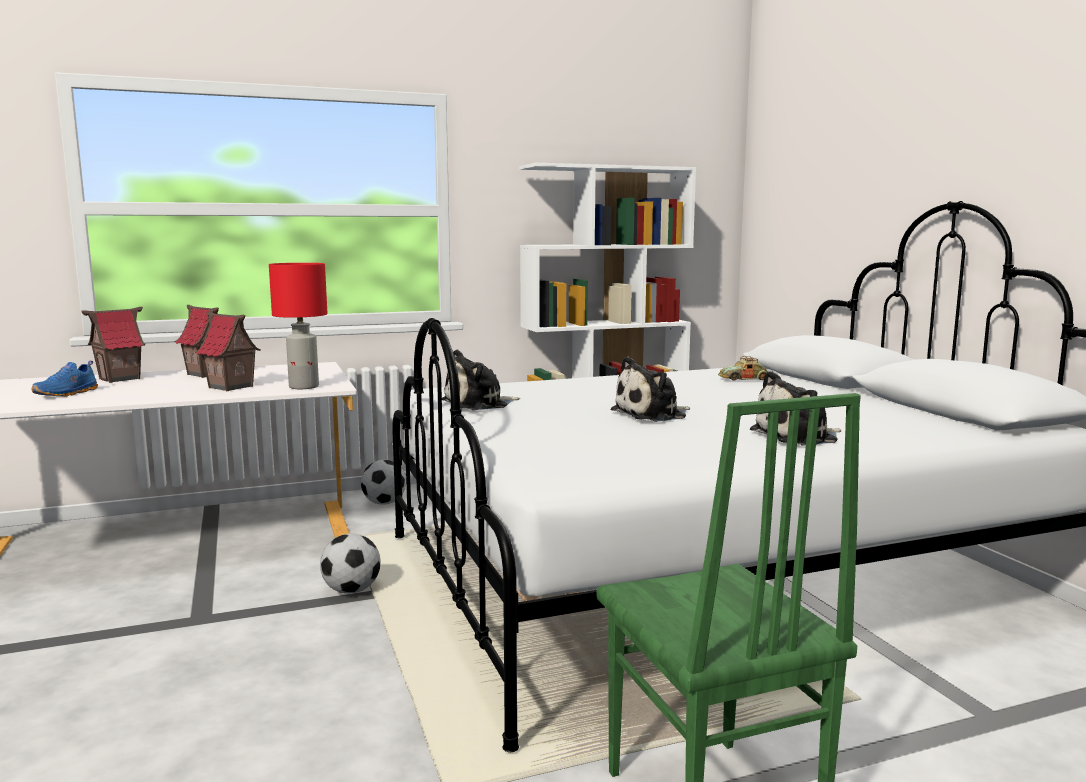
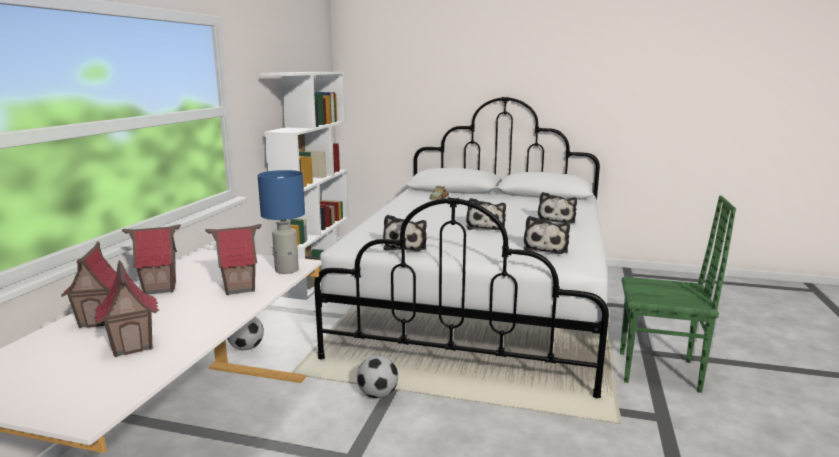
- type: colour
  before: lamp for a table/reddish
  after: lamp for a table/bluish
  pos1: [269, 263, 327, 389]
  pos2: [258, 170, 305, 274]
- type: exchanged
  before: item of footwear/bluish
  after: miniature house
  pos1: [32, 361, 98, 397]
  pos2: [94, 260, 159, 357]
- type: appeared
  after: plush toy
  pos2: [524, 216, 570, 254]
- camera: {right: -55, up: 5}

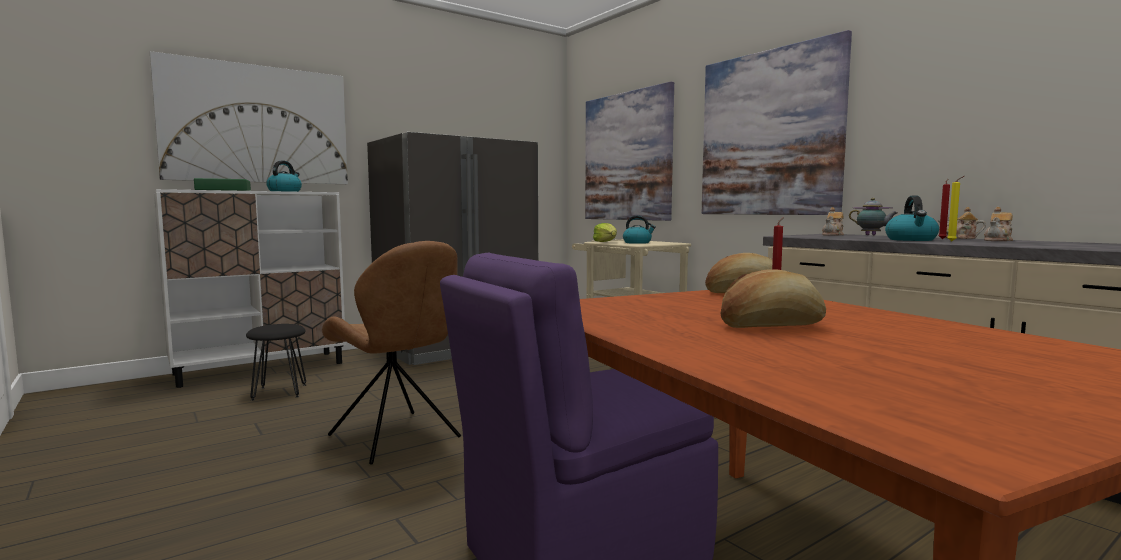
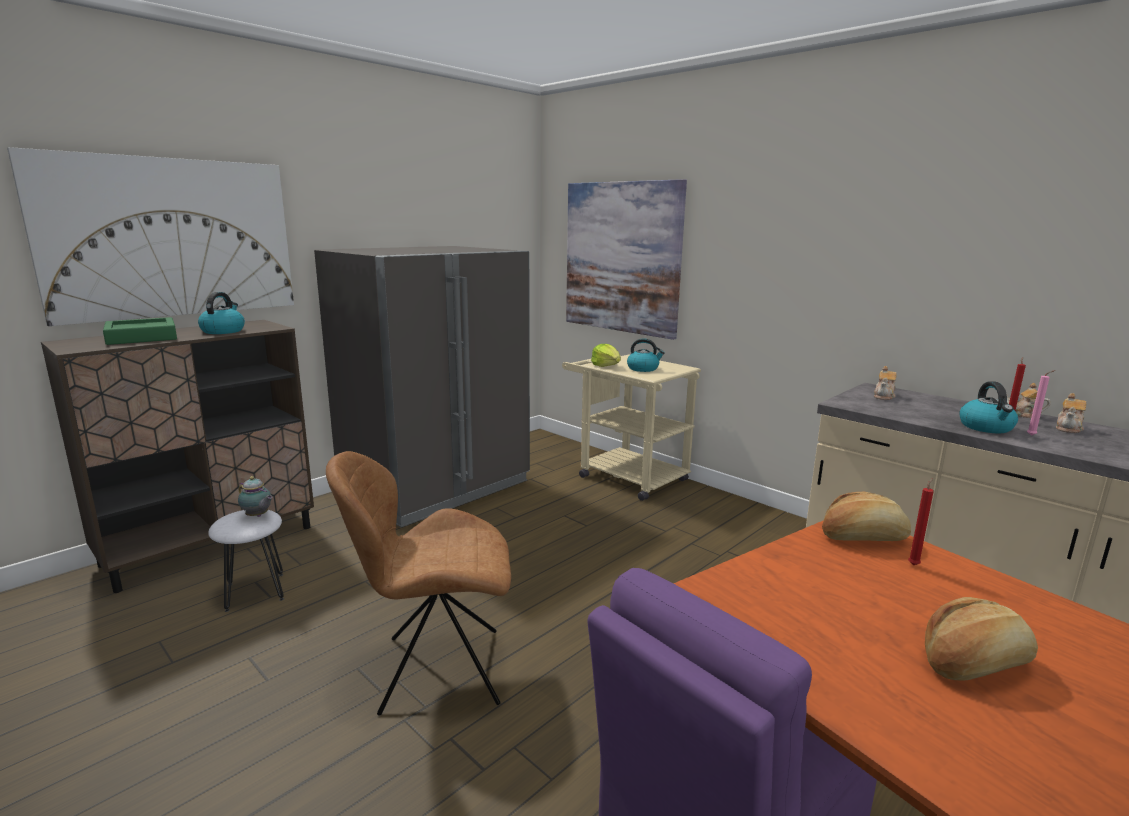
- type: missing
  before: wall art
  pos1: [702, 30, 852, 215]
- type: colour
  before: candle/yellow
  after: candle/pink-coloured
  pos1: [947, 176, 964, 241]
  pos2: [1027, 370, 1056, 436]
- type: colour
  before: cabinet/whitish
  after: cabinet/brown-coloured
  pos1: [154, 189, 346, 388]
  pos2: [41, 320, 314, 593]
- type: relocated
  before: teapot
  pos1: [849, 198, 898, 235]
  pos2: [238, 476, 273, 517]
- type: spun
  before: upright chair/brown-coloured
  pos1: [322, 241, 461, 465]
  pos2: [326, 451, 511, 716]
  turn: 135
- type: colour
  before: sitting stool/black
  after: sitting stool/whitish
  pos1: [246, 324, 306, 401]
  pos2: [208, 510, 284, 612]
- camera: {right: -10, up: 10}

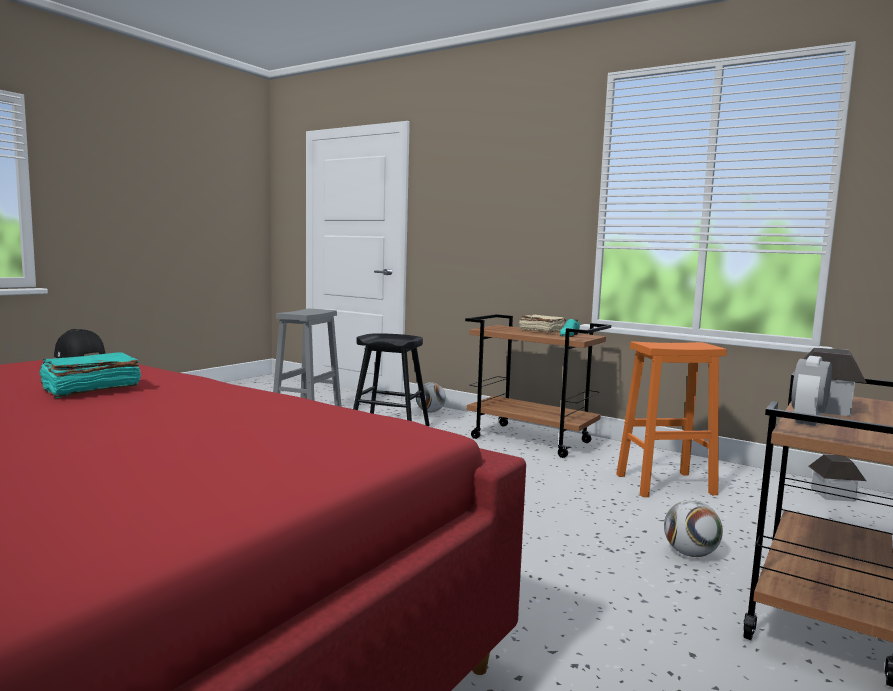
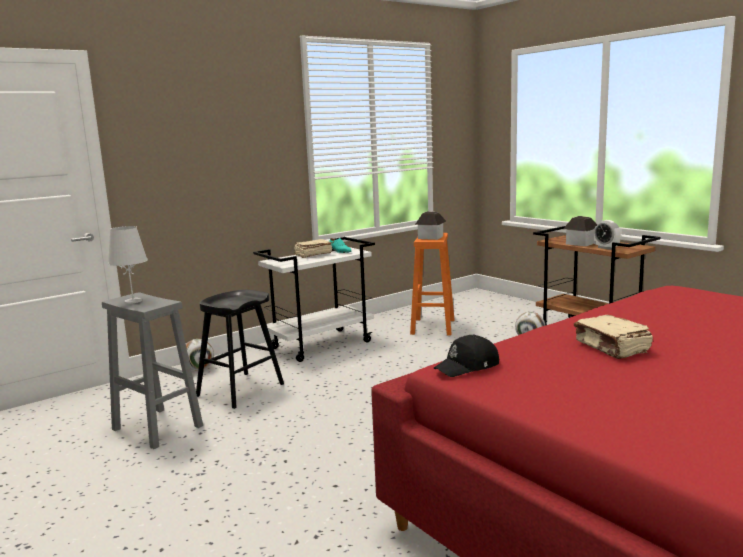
- type: colour
  before: wheeled cart/brown-coloured
  after: wheeled cart/whitish
  pos1: [465, 314, 611, 458]
  pos2: [253, 237, 375, 362]
- type: colour
  before: volume/turquoise
  after: volume/sand-coloured
  pos1: [39, 352, 141, 398]
  pos2: [574, 315, 653, 359]
- type: relocated
  before: miniature house
  pos1: [808, 455, 866, 502]
  pos2: [415, 211, 446, 240]
- type: appeared
  after: lamp for a table/whitish
  pos2: [108, 226, 148, 304]
- camera: {right: -70, up: 5}

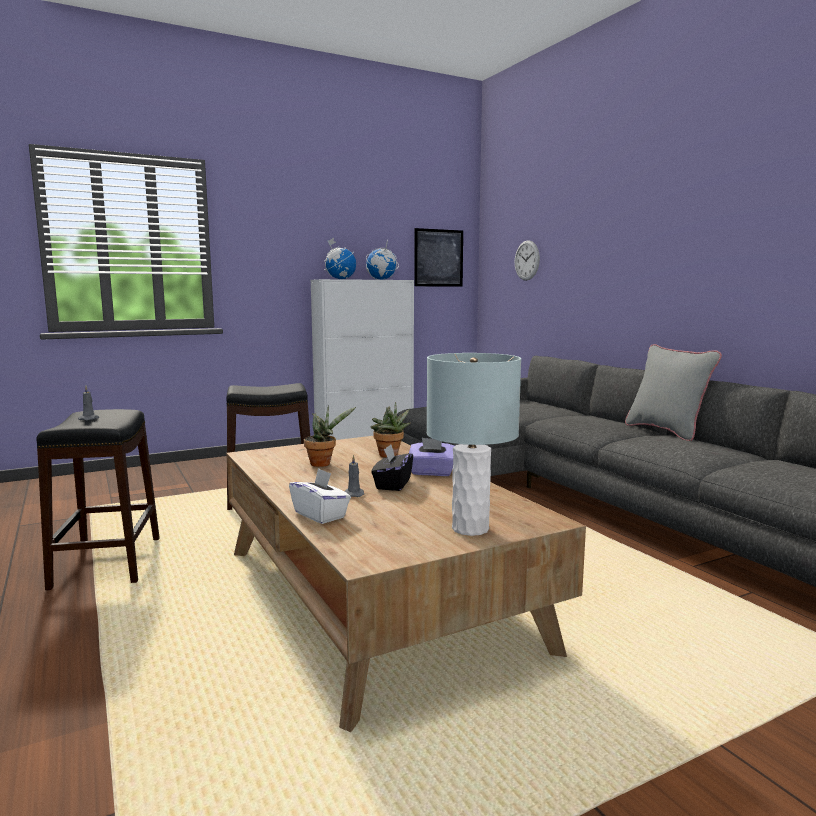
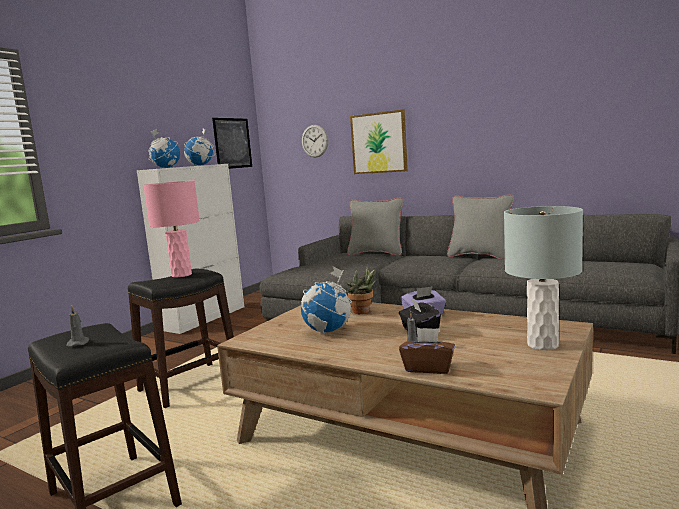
- type: exchanged
  before: houseplant
  after: desk globe
  pos1: [304, 405, 356, 467]
  pos2: [301, 266, 353, 333]
- type: colour
  before: box of tissues/whitish
  after: box of tissues/brown-coloured
  pos1: [289, 468, 351, 524]
  pos2: [399, 328, 455, 374]
- type: appeared
  after: wall art
  pos2: [350, 109, 408, 174]
- type: appeared
  after: lamp for a table/pink-coloured
  pos2: [143, 181, 200, 277]
- type: appeared
  after: throw pillow/gray
  pos2: [347, 198, 404, 256]
- camera: {right: -30, up: 0}

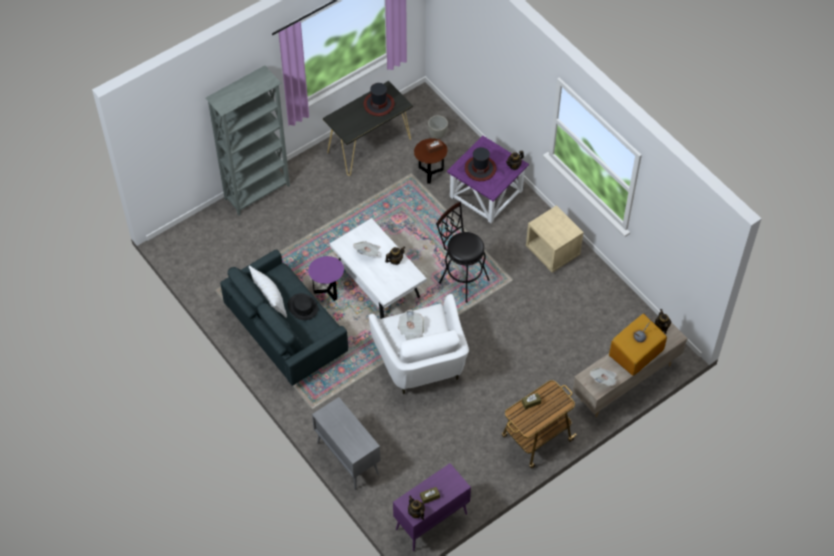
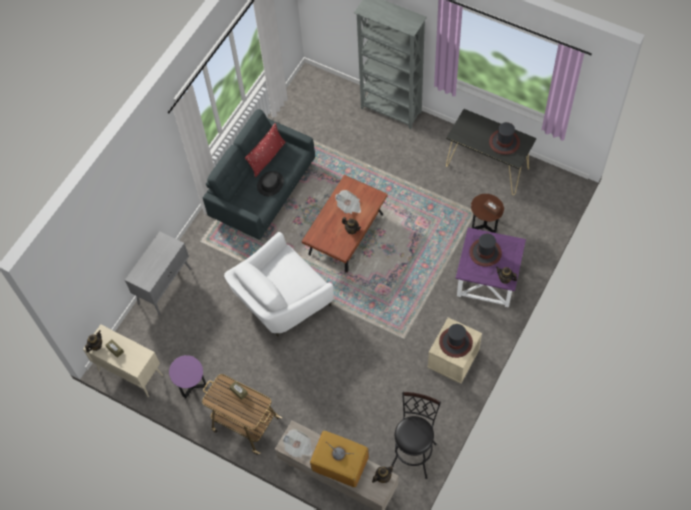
- type: missing
  before: planter/gray
  pos1: [428, 115, 448, 139]
- type: relocated
  before: sitting stool/black
  pos1: [436, 201, 490, 303]
  pos2: [391, 392, 441, 479]
- type: colour
  before: lounge table/whitish
  after: lounge table/brown-coloured
  pos1: [329, 218, 427, 319]
  pos2: [302, 175, 388, 273]
- type: relocated
  before: accent table/purplish
  pos1: [308, 256, 344, 301]
  pos2: [169, 355, 206, 398]
- type: colour
  before: throw pillow/whitish
  after: throw pillow/reddish
  pos1: [249, 265, 287, 318]
  pos2: [245, 123, 286, 177]
- type: missing
  before: newspaper
  pos1: [398, 310, 424, 340]
- type: colour
  before: cabinet/purplish
  after: cabinet/sand-coloured
  pos1: [393, 463, 471, 551]
  pos2: [83, 324, 163, 397]
- type: appeared
  after: hat
  pos2: [439, 324, 473, 358]
- camera: {right: 70, up: 5}

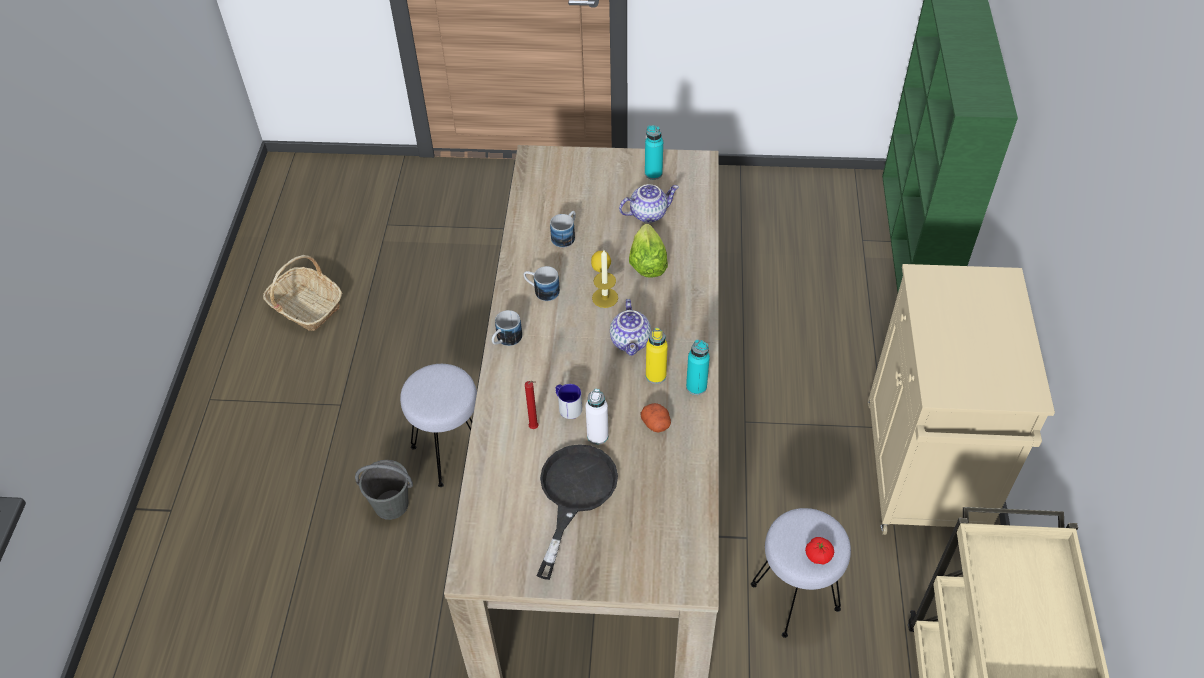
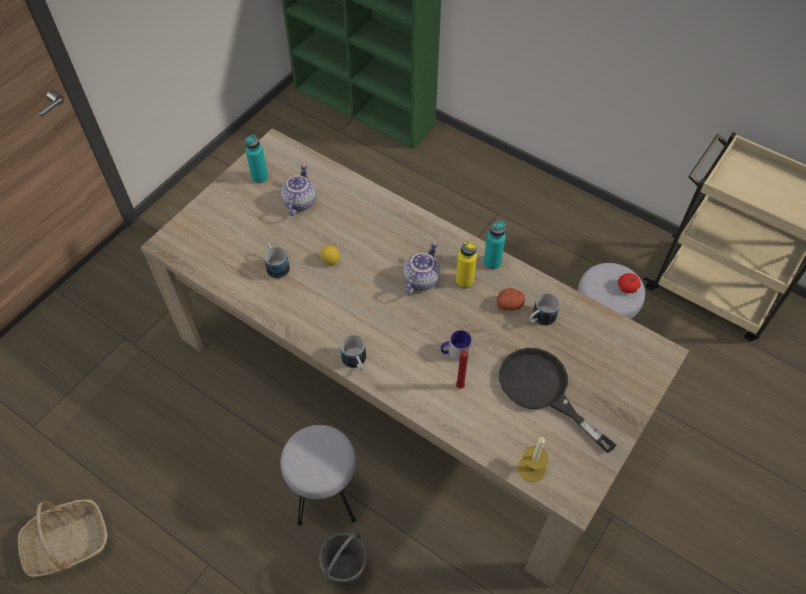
- type: missing
  before: lettuce head
  pos1: [629, 224, 668, 278]
- type: relocated
  before: candle
  pos1: [592, 250, 618, 308]
  pos2: [518, 437, 548, 482]
- type: missing
  before: cabinet/sand-coloured
  pos1: [868, 264, 1055, 535]
- type: relocated
  before: coffee mug
  pos1: [524, 266, 560, 301]
  pos2: [529, 293, 560, 326]
- type: spun
  before: teapot
  pos1: [610, 299, 651, 356]
  pos2: [403, 242, 440, 295]
  turn: -90
- type: missing
  before: bottle/whitish
  pos1: [586, 389, 608, 445]
- camera: {right: -60, up: 5}

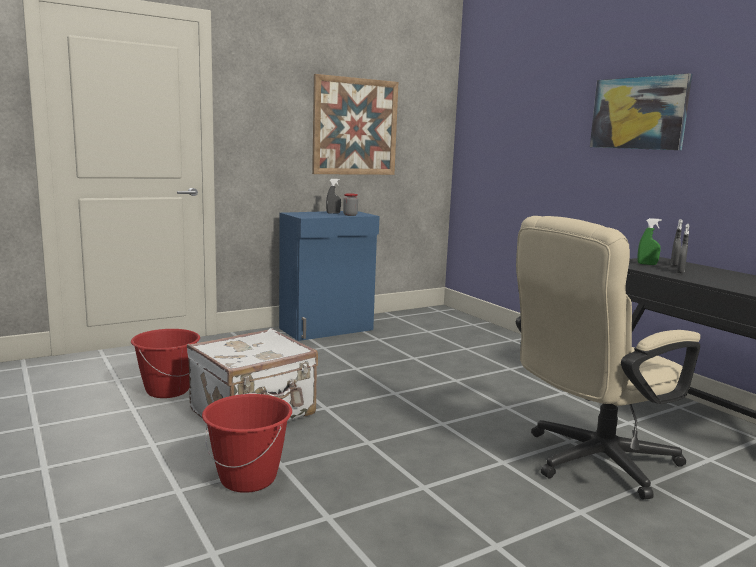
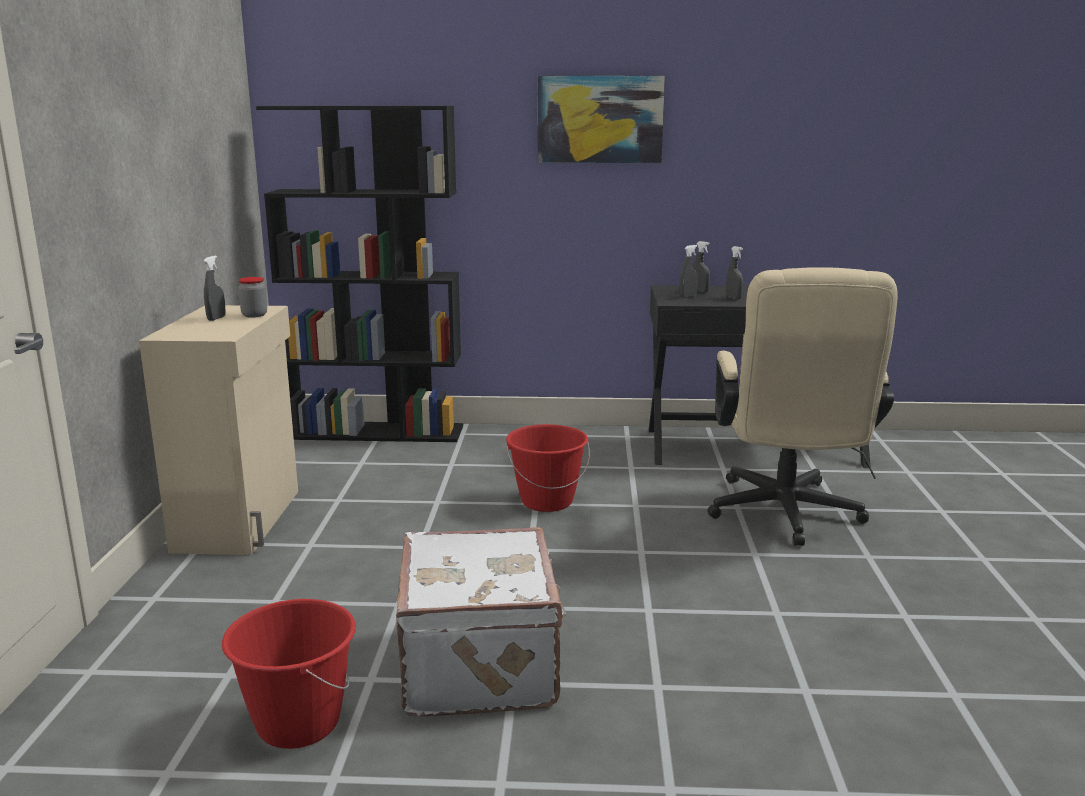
- type: missing
  before: wall art
  pos1: [312, 74, 398, 175]
- type: colour
  before: cabinet/bluish
  after: cabinet/sand-coloured
  pos1: [279, 211, 379, 341]
  pos2: [139, 305, 298, 555]
- type: colour
  before: sprayer/green
  after: sprayer/gray
  pos1: [638, 218, 662, 265]
  pos2: [680, 245, 698, 298]
- type: relocated
  before: bucket/reddish
  pos1: [202, 394, 292, 493]
  pos2: [506, 424, 590, 512]
- type: appeared
  after: bookcase/black
  pos2: [256, 106, 463, 442]
- camera: {right: -55, up: 5}

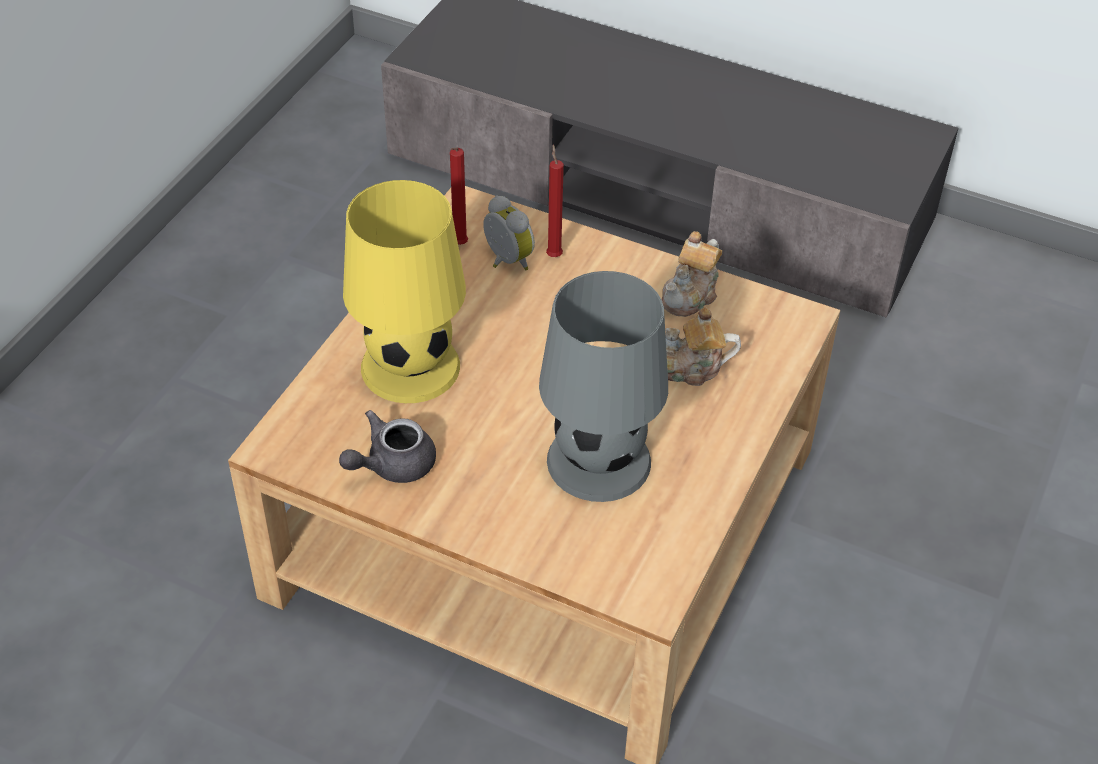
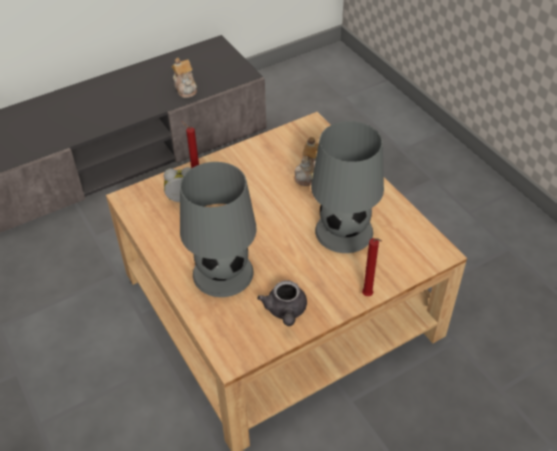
- type: relocated
  before: candle/reddish
  pos1: [450, 147, 468, 245]
  pos2: [362, 238, 382, 296]
- type: colour
  before: lamp for a table/yellow
  after: lamp for a table/gray
  pos1: [343, 180, 466, 403]
  pos2: [180, 162, 257, 297]
- type: relocated
  before: teapot
  pos1: [662, 231, 722, 317]
  pos2: [172, 58, 197, 98]
- camera: {right: -55, up: 0}

